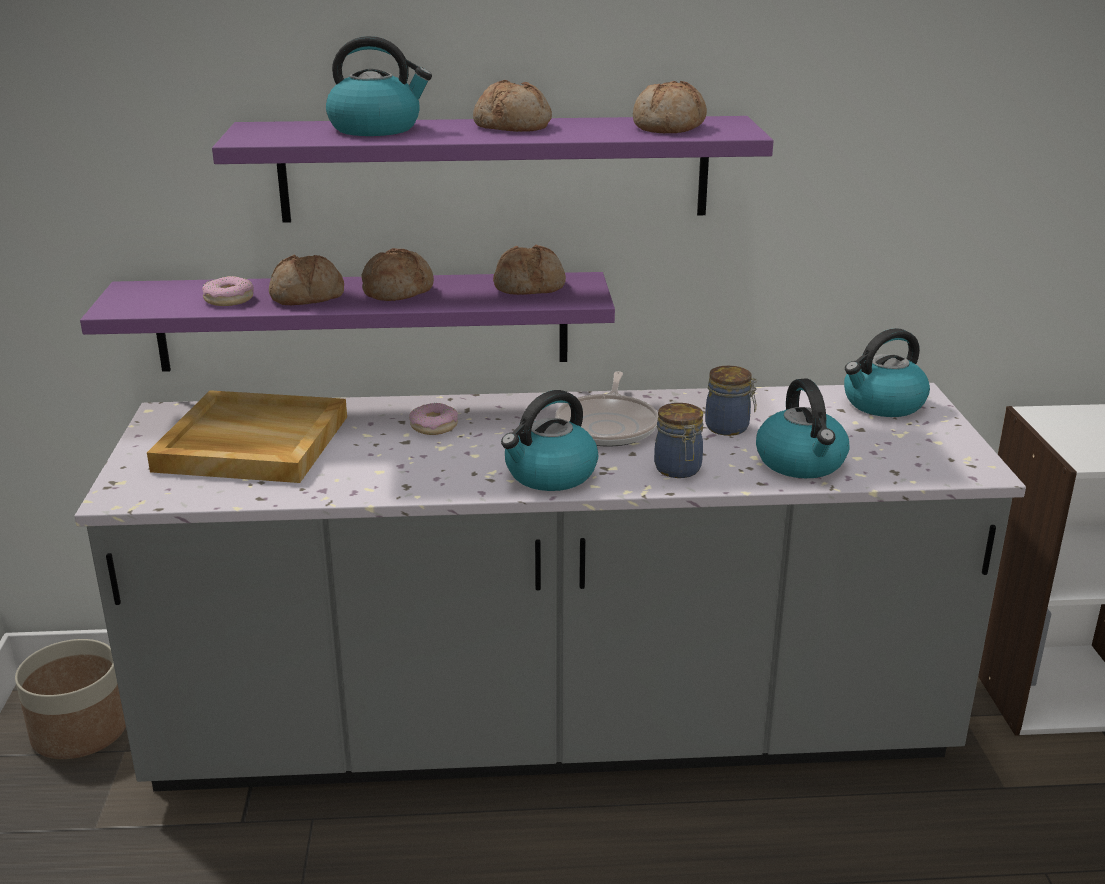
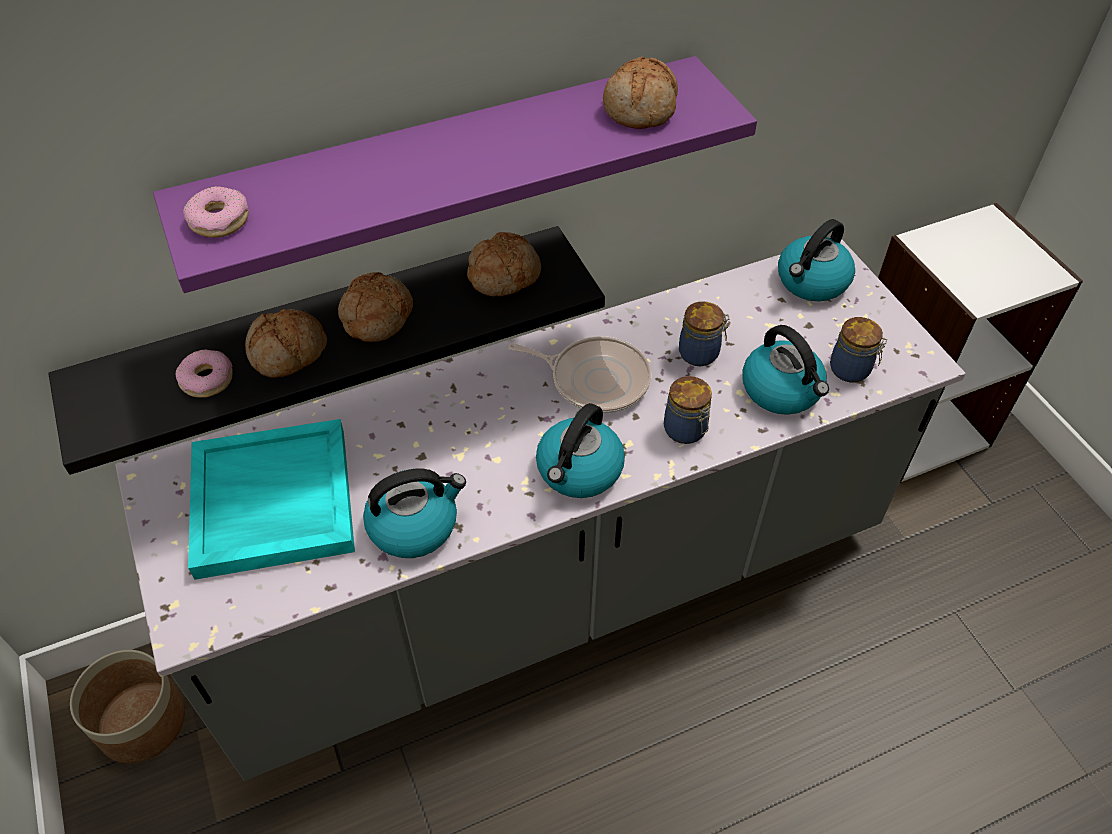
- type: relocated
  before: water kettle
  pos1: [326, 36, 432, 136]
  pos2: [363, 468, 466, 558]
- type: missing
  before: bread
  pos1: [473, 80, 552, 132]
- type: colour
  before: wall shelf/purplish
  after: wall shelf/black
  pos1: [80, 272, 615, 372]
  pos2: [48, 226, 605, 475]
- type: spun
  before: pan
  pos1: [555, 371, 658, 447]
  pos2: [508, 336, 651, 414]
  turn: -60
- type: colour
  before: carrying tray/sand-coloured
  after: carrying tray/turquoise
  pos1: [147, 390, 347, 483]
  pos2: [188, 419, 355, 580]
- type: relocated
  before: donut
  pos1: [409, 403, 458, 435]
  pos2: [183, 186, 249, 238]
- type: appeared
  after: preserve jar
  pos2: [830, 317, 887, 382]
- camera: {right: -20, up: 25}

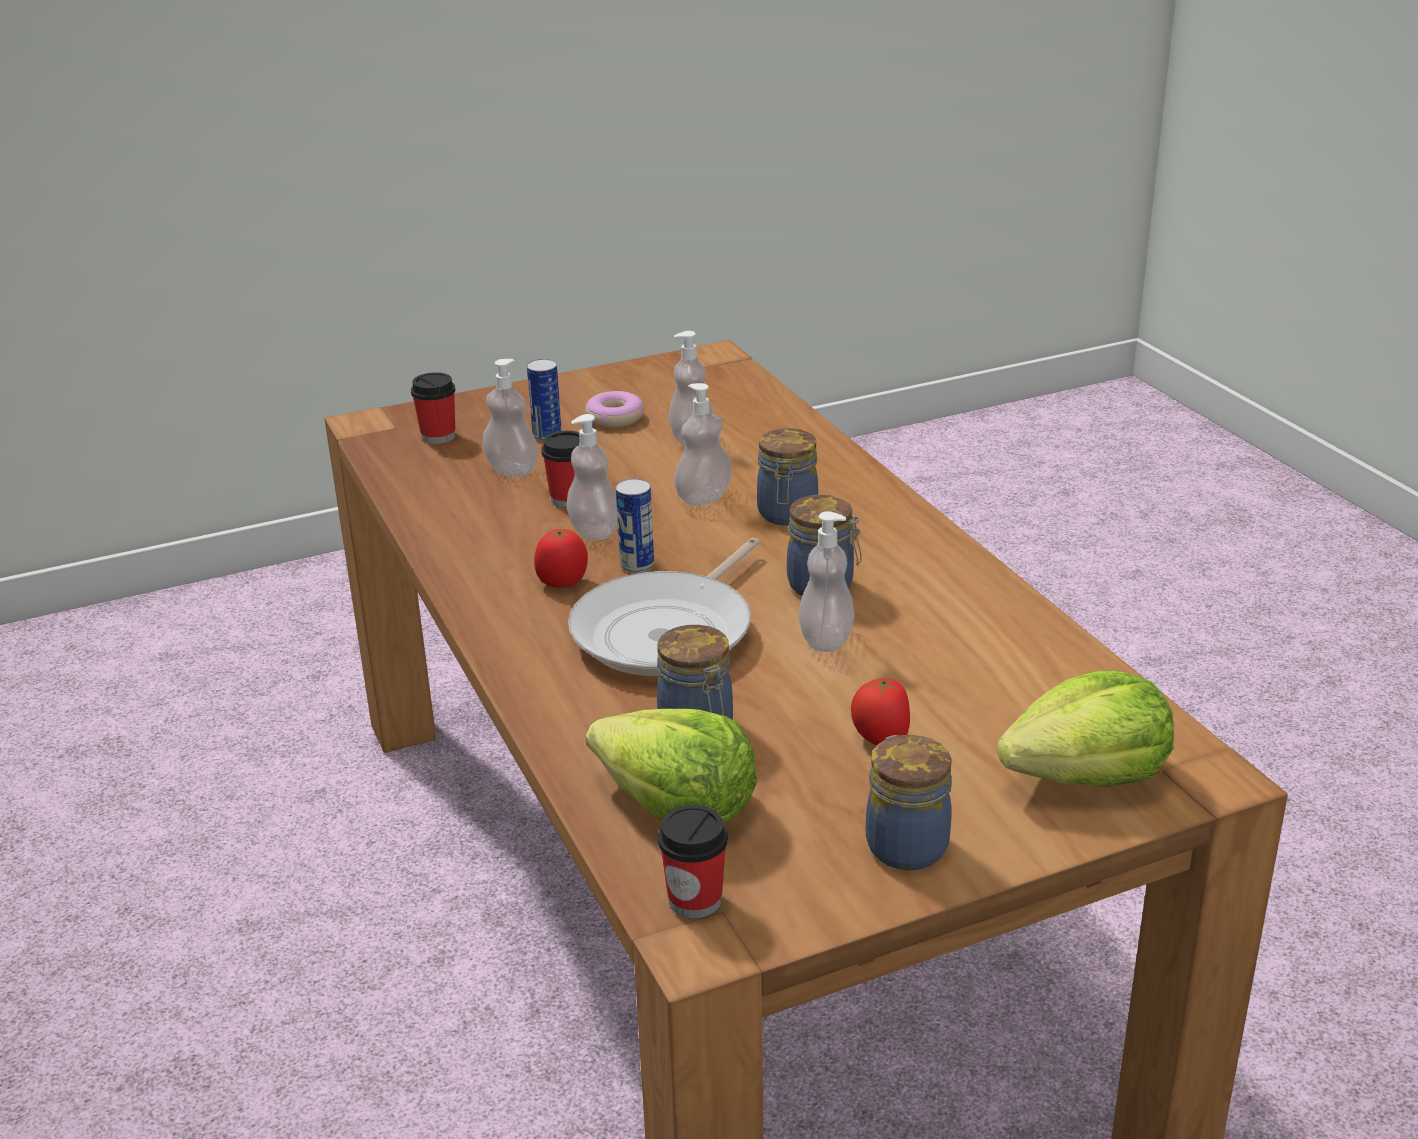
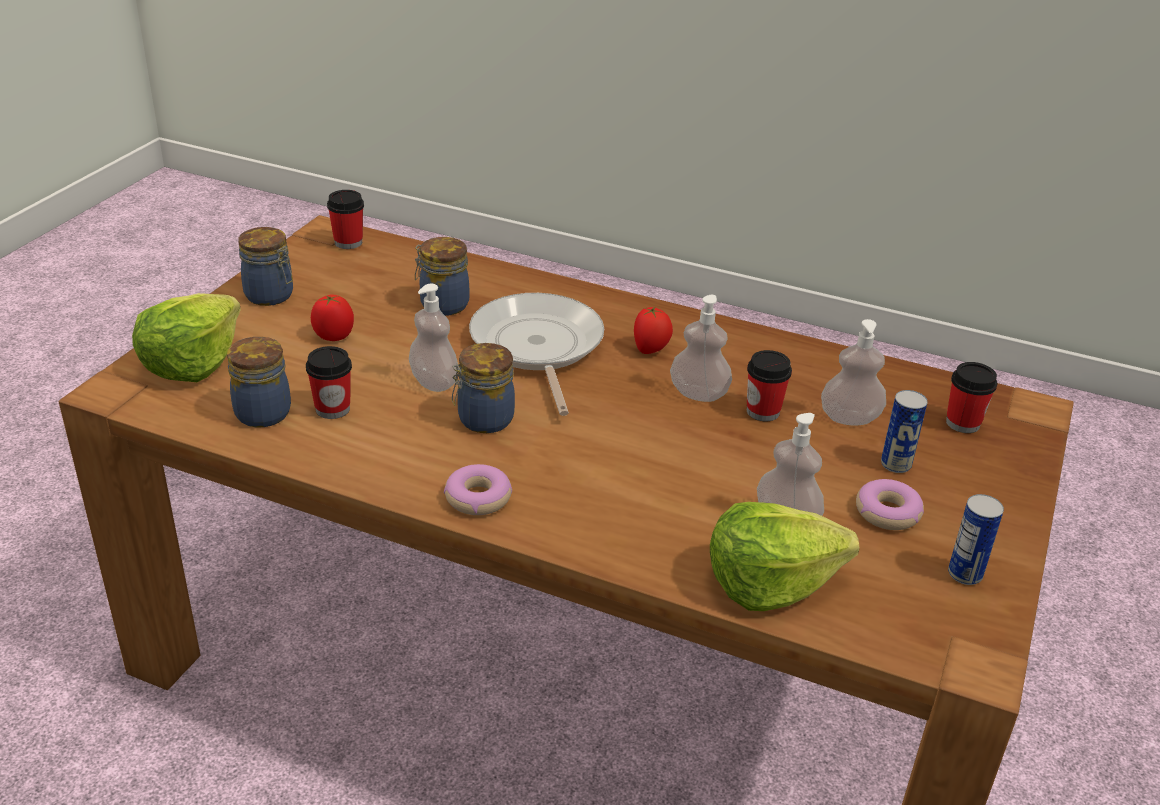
- type: missing
  before: soap bottle
  pos1: [674, 383, 732, 506]
- type: relocated
  before: preserve jar
  pos1: [757, 428, 818, 525]
  pos2: [227, 337, 291, 427]
- type: relocated
  before: metal can
  pos1: [616, 478, 654, 573]
  pos2: [948, 494, 1004, 585]
- type: relocated
  before: lettuce head
  pos1: [586, 709, 757, 825]
  pos2: [710, 502, 859, 611]
- type: appeared
  after: small cup
  pos2: [306, 346, 352, 419]
- type: appeared
  after: donut
  pos2: [444, 464, 512, 515]
- camera: {right: 135, up: 5}

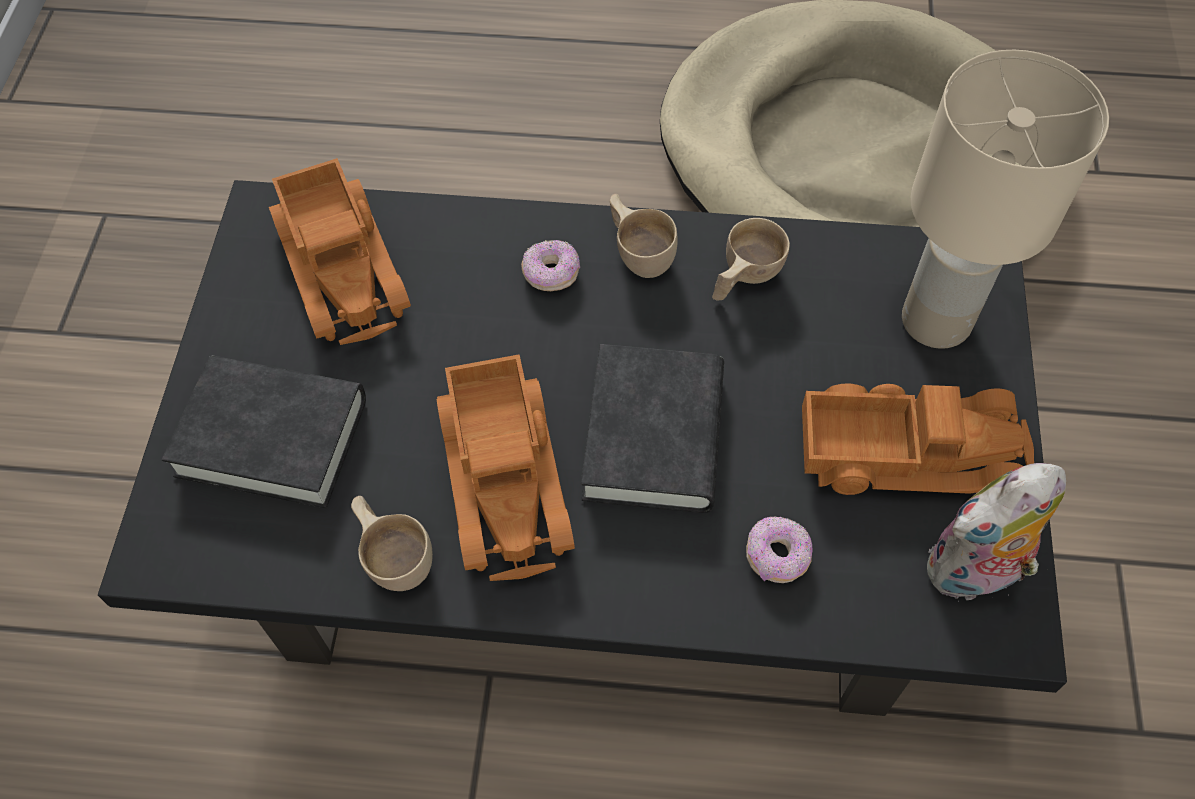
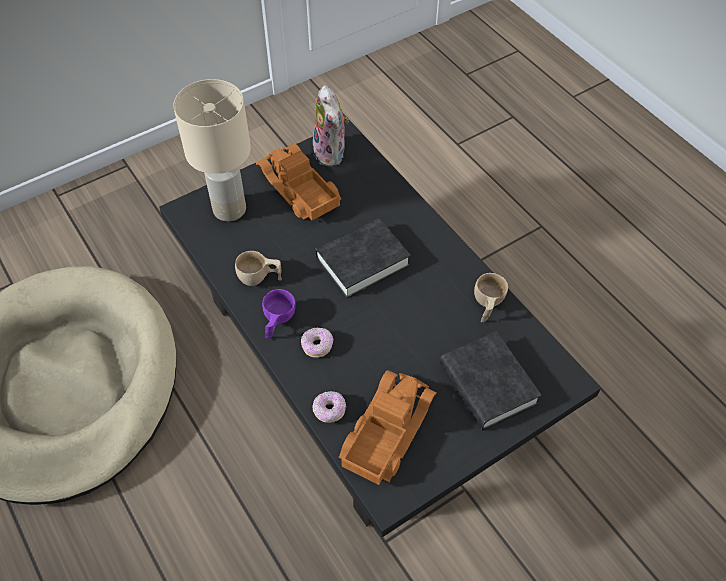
- type: colour
  before: small cup/sand-coloured
  after: small cup/purplish
  pos1: [610, 194, 678, 278]
  pos2: [262, 289, 295, 339]
- type: missing
  before: toy lorry
  pos1: [437, 354, 575, 581]
- type: spun
  before: plush toy
  pos1: [927, 463, 1066, 602]
  pos2: [313, 85, 349, 167]
  turn: 45
- type: relocated
  before: donut
  pos1: [746, 516, 812, 583]
  pos2: [312, 391, 346, 423]
- camera: {right: -130, up: -5}

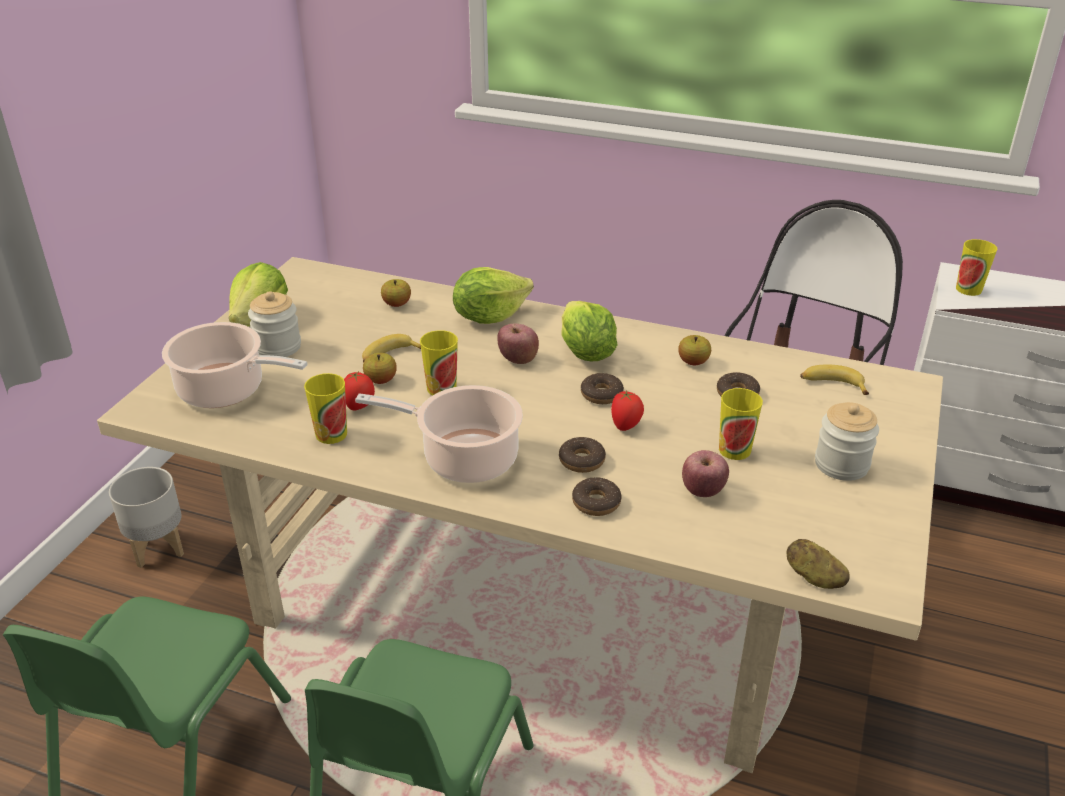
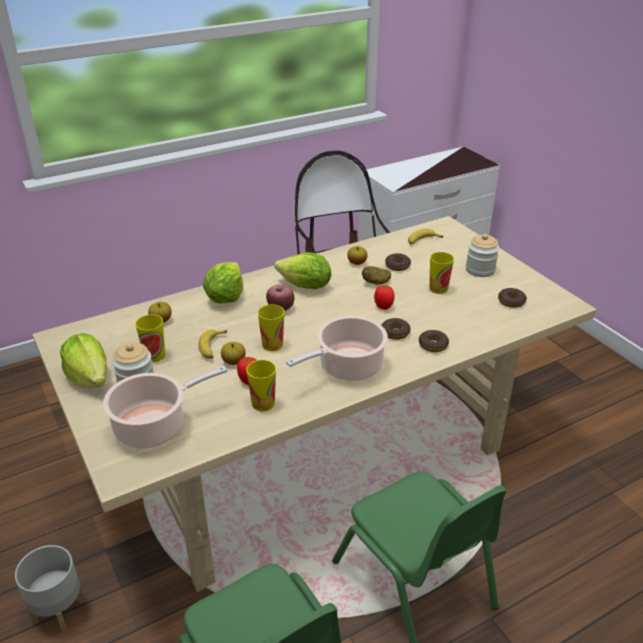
- type: relocated
  before: small cup
  pos1: [956, 239, 997, 296]
  pos2: [135, 315, 165, 362]
- type: relocated
  before: donut
  pos1: [581, 373, 624, 404]
  pos2: [498, 288, 527, 308]
- type: missing
  before: apple fruit
  pos1: [682, 450, 729, 497]
- type: relocated
  before: spud
  pos1: [786, 539, 850, 589]
  pos2: [362, 266, 391, 285]
- camera: {right: -50, up: 0}

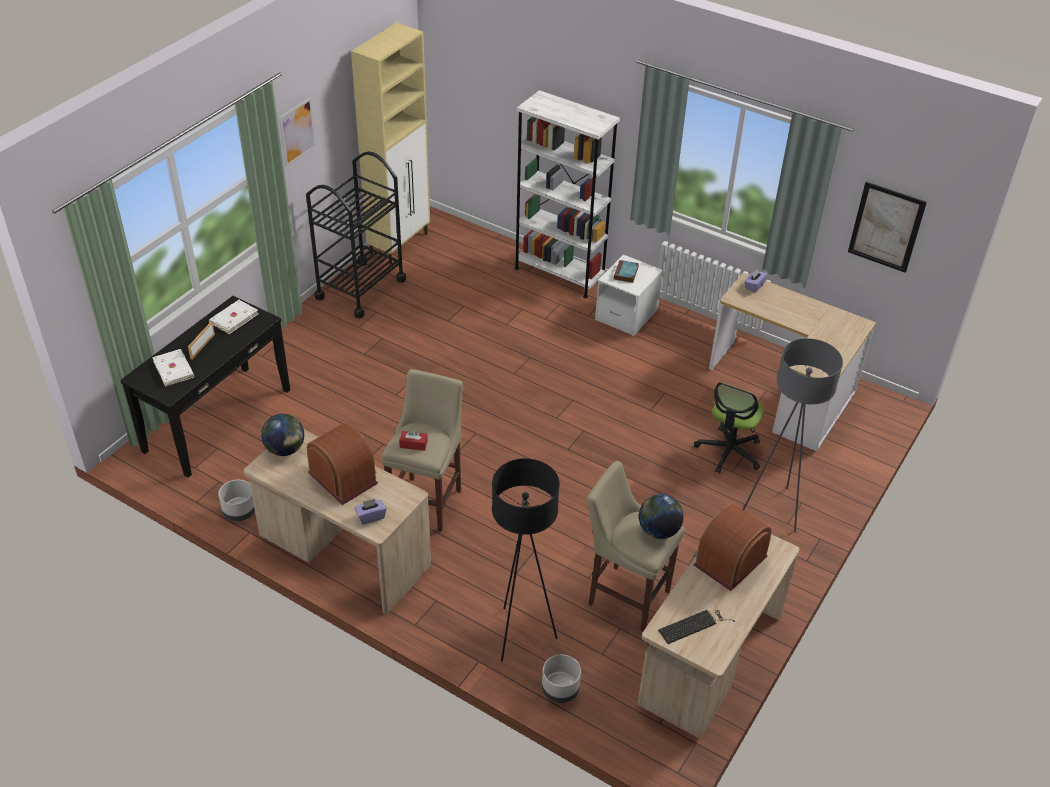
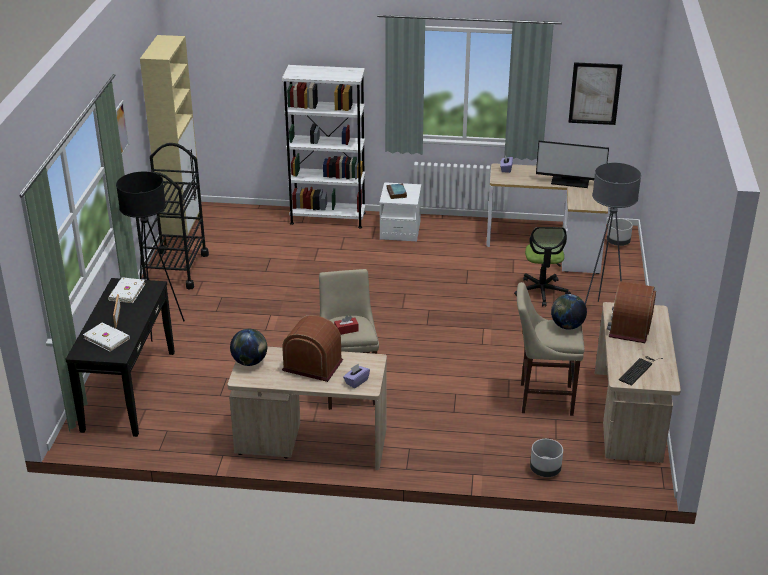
- type: relocated
  before: standing lamp/black
  pos1: [492, 458, 560, 661]
  pos2: [116, 172, 185, 342]
- type: relocated
  before: planter/gray
  pos1: [218, 480, 255, 522]
  pos2: [607, 218, 633, 246]
- type: appeared
  after: computer display
  pos2: [536, 141, 609, 188]
- camera: {right: -25, up: -10}

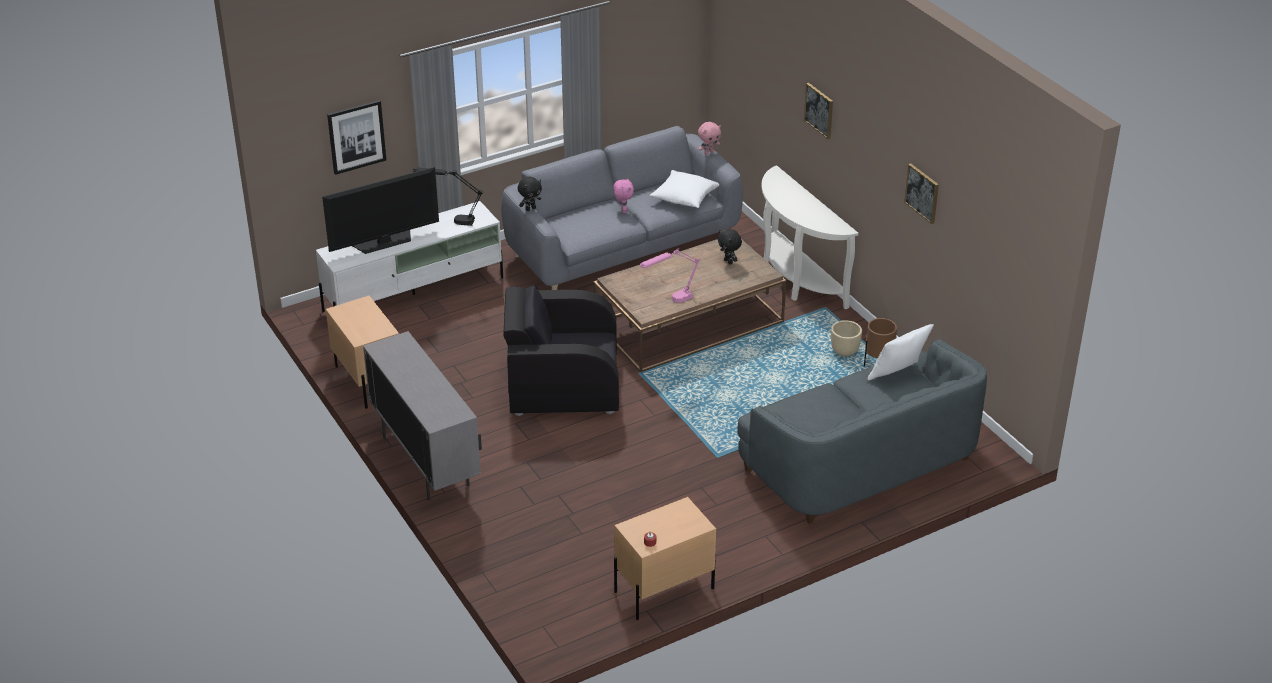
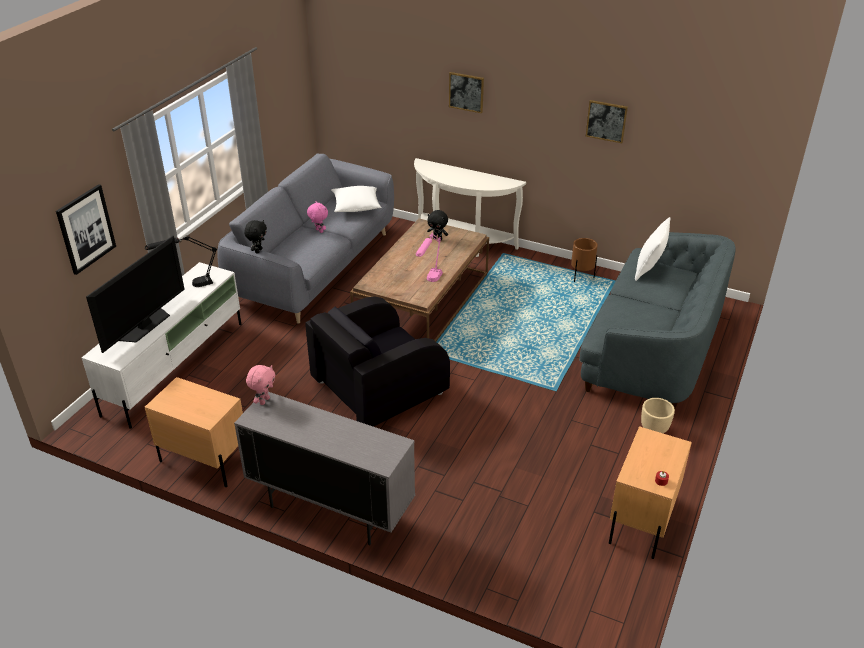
- type: relocated
  before: plush toy/pink-coloured
  pos1: [698, 122, 721, 155]
  pos2: [246, 365, 275, 405]
- type: relocated
  before: planter/sand-coloured
  pos1: [831, 320, 862, 357]
  pos2: [641, 398, 675, 433]
- camera: {right: -35, up: 0}

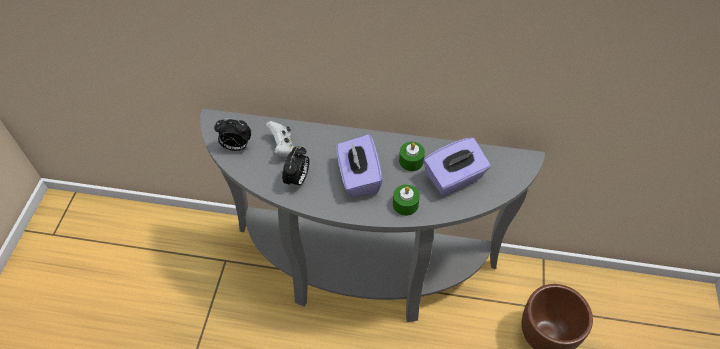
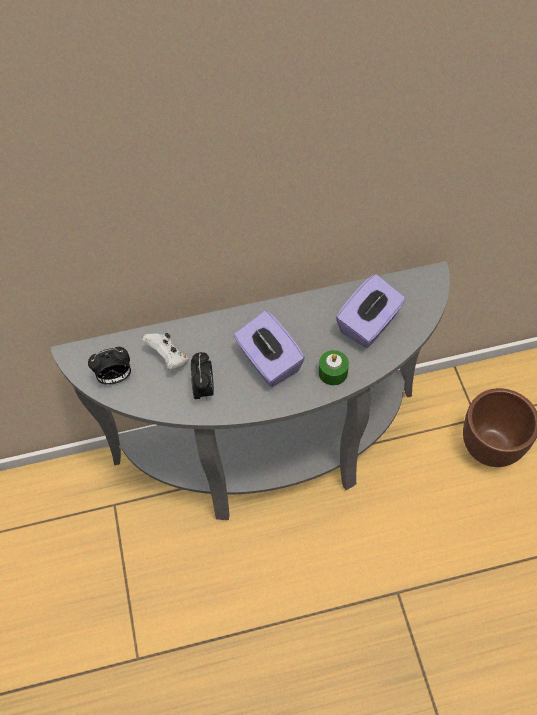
- type: missing
  before: candle/green
  pos1: [399, 142, 425, 171]
- camera: {right: -20, up: 5}

